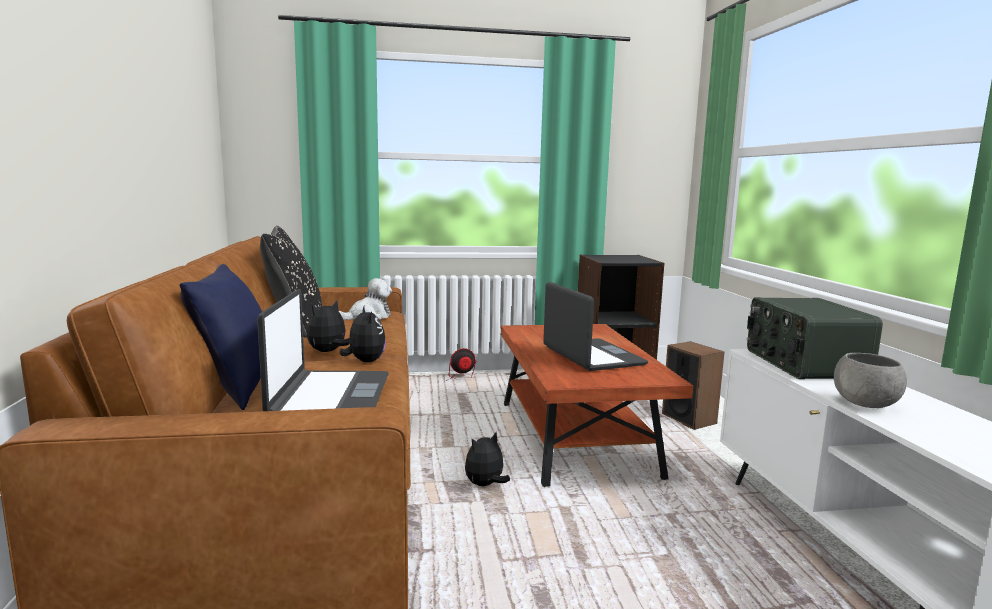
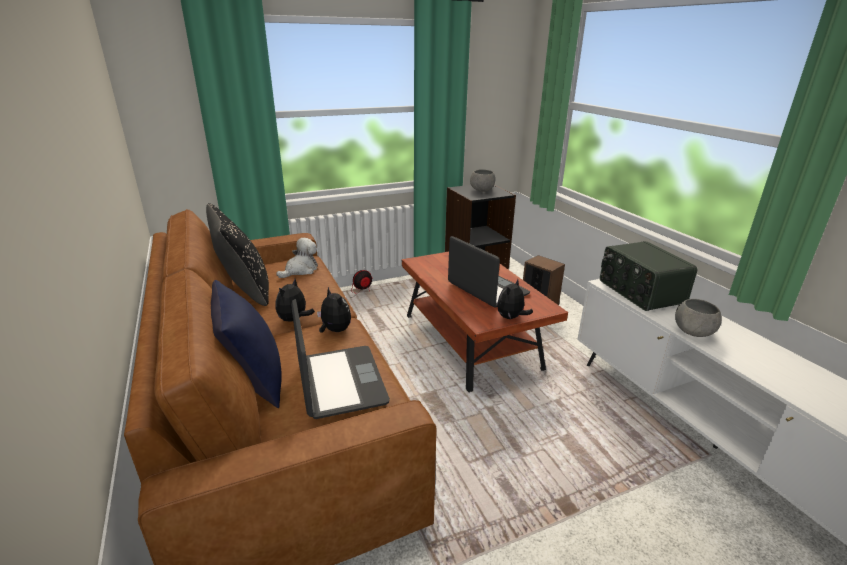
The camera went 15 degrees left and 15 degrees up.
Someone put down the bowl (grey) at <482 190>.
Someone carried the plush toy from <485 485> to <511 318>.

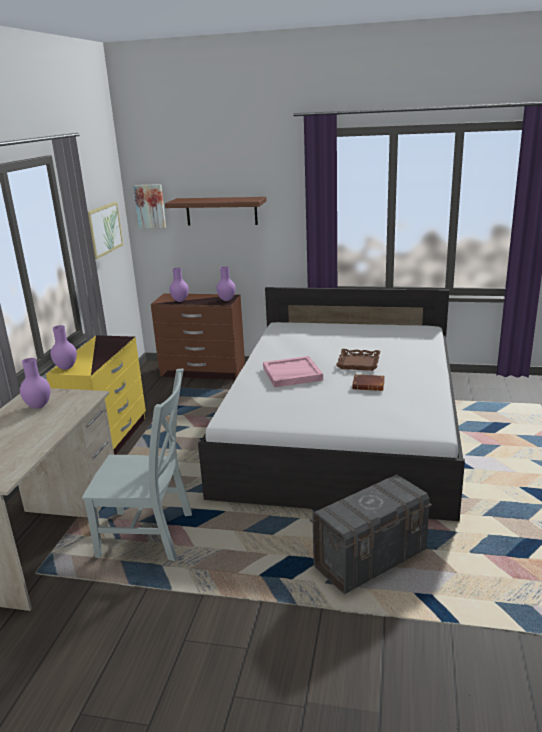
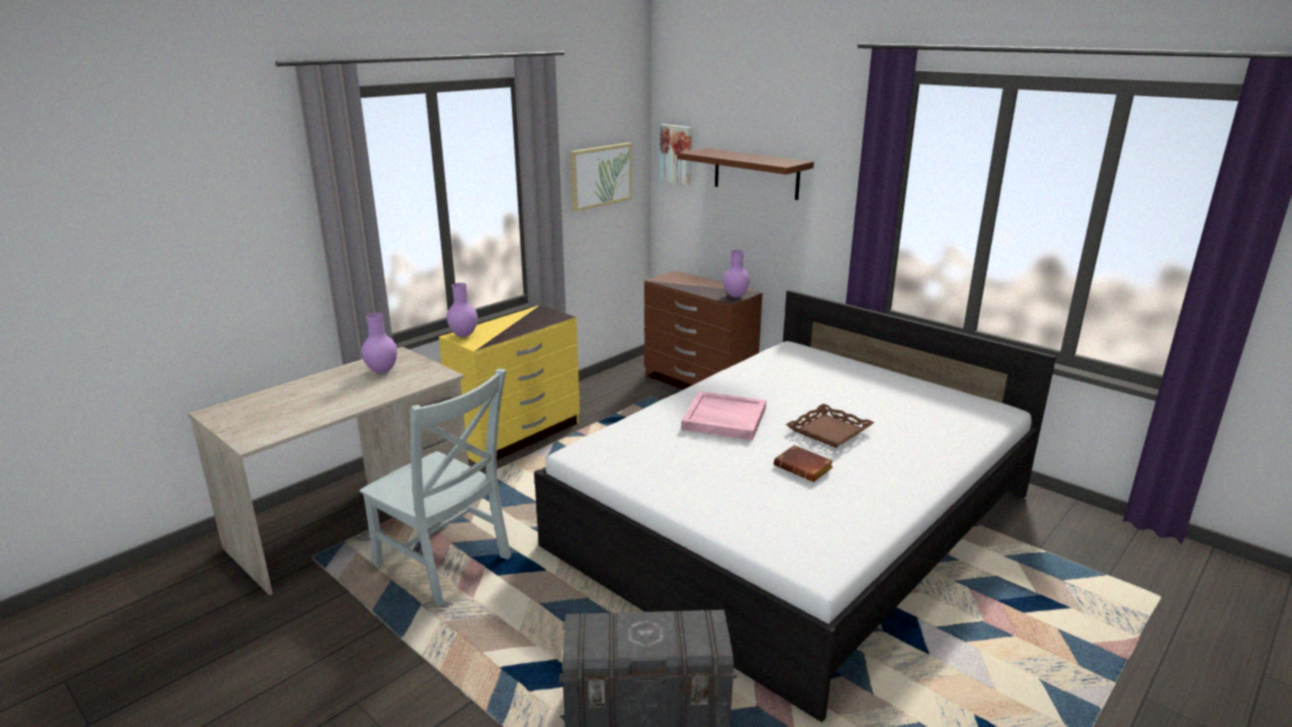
The camera went 30 degrees right and 0 degrees up.
Someone took away the vase (purple) at <180 301>.

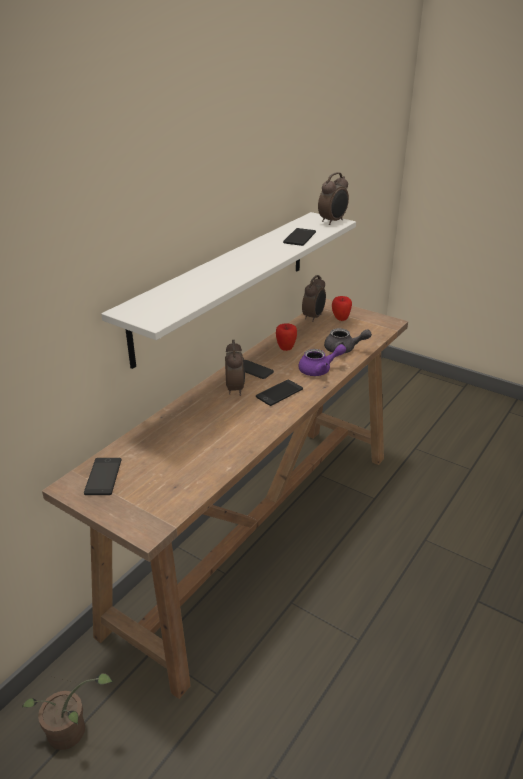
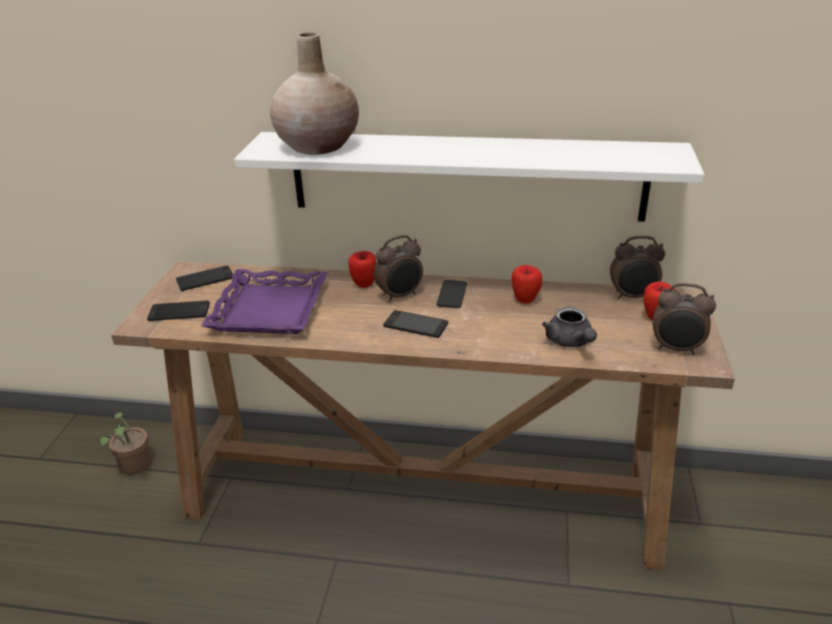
The camera went 65 degrees right and 0 degrees up.
Someone took away the teapot (purple) at <319 370>.
Someone put down the tray (purple) at <270 309>.
Someone put down the vase (beige) at <318 145>.
Someone put down the apple at <364 284>.
Someone carried the phone from <299 237> to <179 312>.
Someone carried the alarm clock from <333 221> to <676 349>.

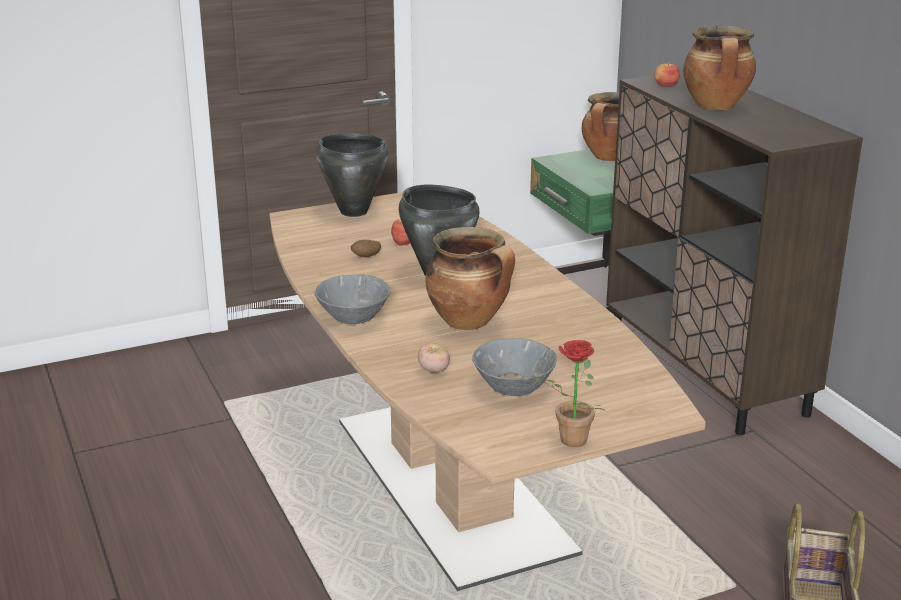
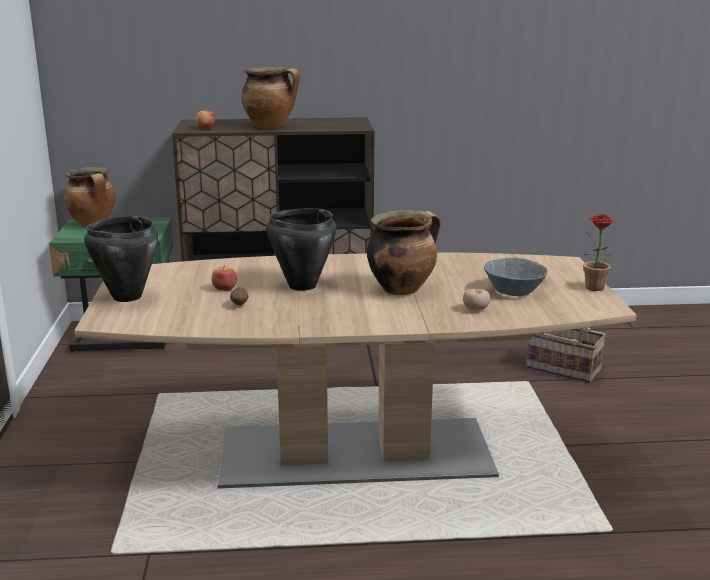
The camera went 70 degrees left and 5 degrees down.
Someone took away the bowl (grey) at <353 317>.

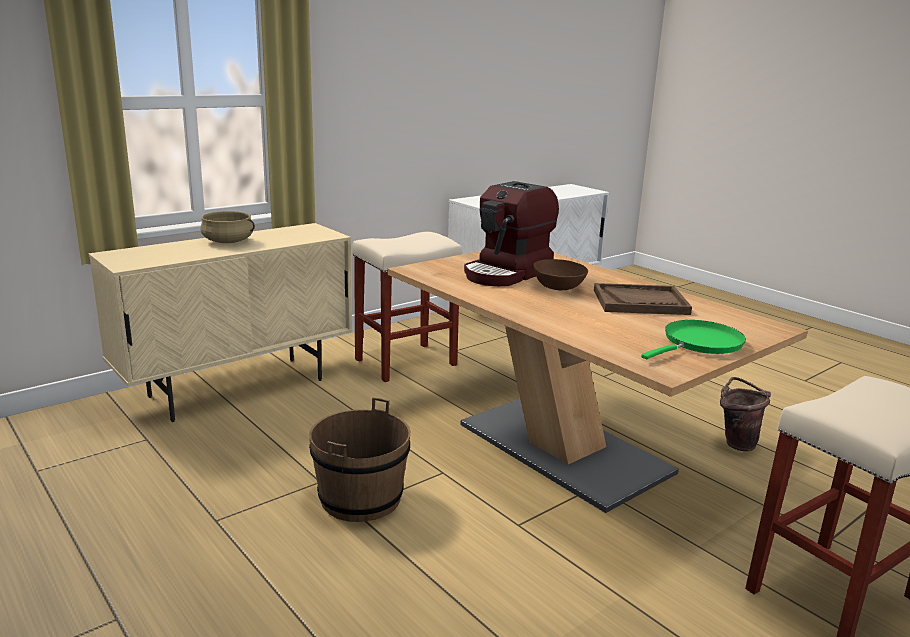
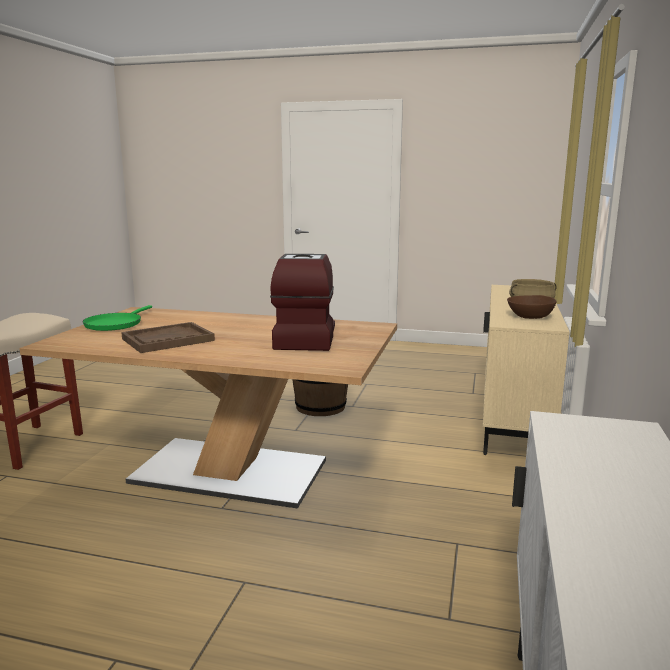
The camera went 145 degrees right and 5 degrees down.
Someone took away the stool (beige) at <406 362>.
Someone took away the bucket (brown) at <736 442>.
Someone carried the bowl (brown) from <559 287> to <530 317>.

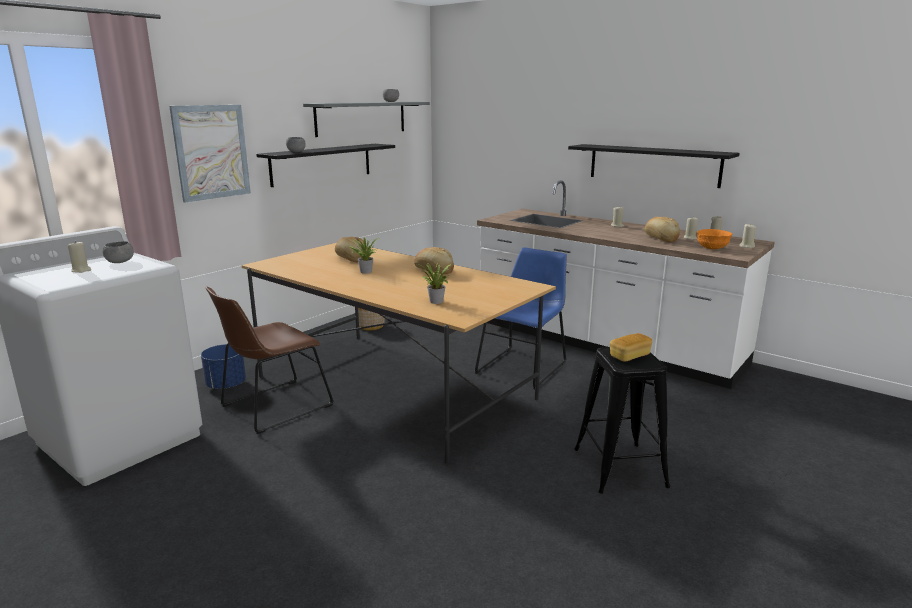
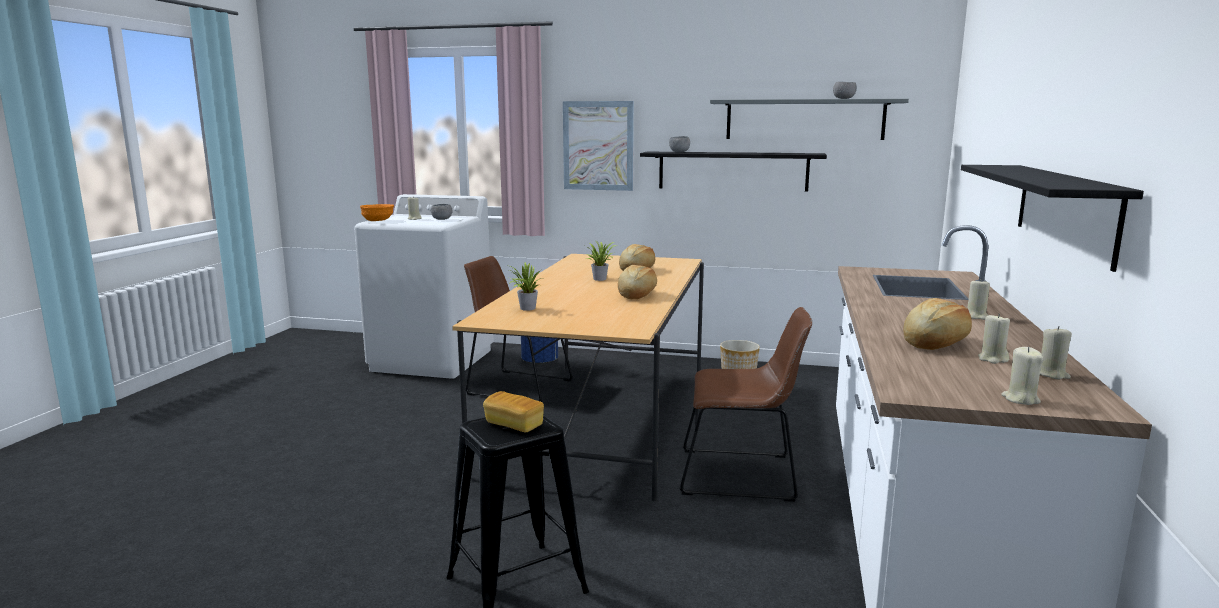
The camera went 65 degrees right and 5 degrees down.
Someone carried the bowl (orange) from <712 248> to <377 221>.
Someone repainted the chair (blue) at <523 366>, which became the chair (brown) at <743 475>.

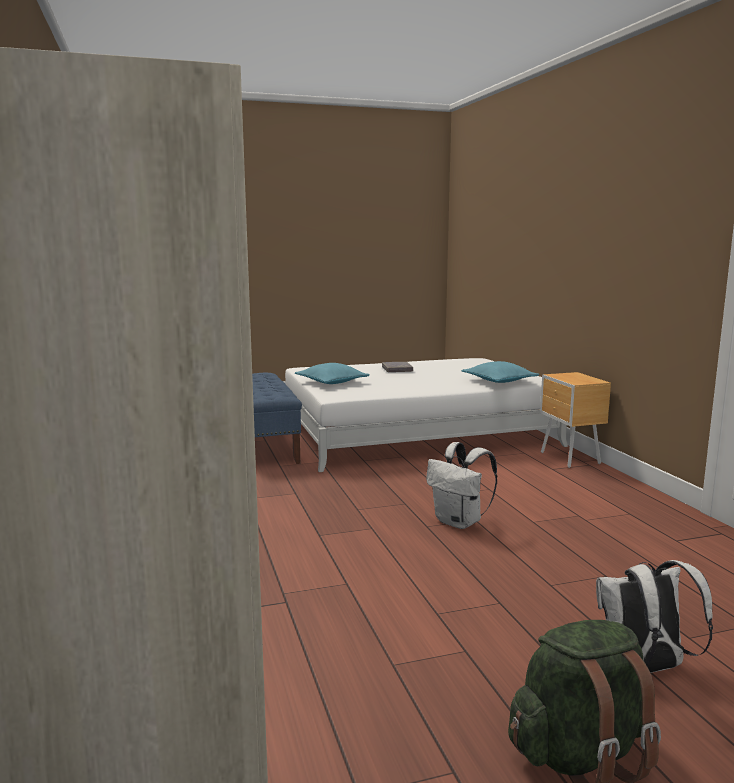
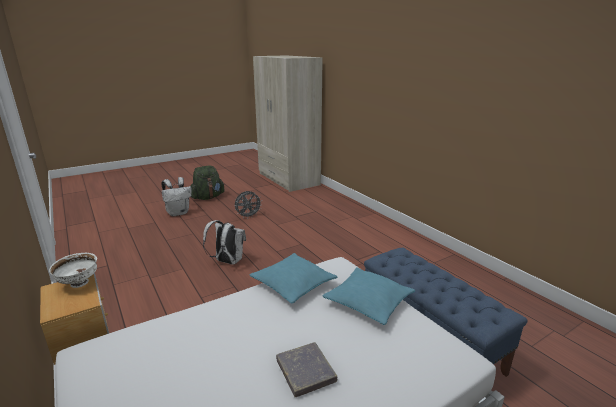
The camera went 165 degrees right and 10 degrees up.
Someone put down the bowl (white) at <79 283>.
Someone put down the fan (grey) at <248 216>.
Someone carried the pillow (turquoise) from <499 381> to <293 284>.

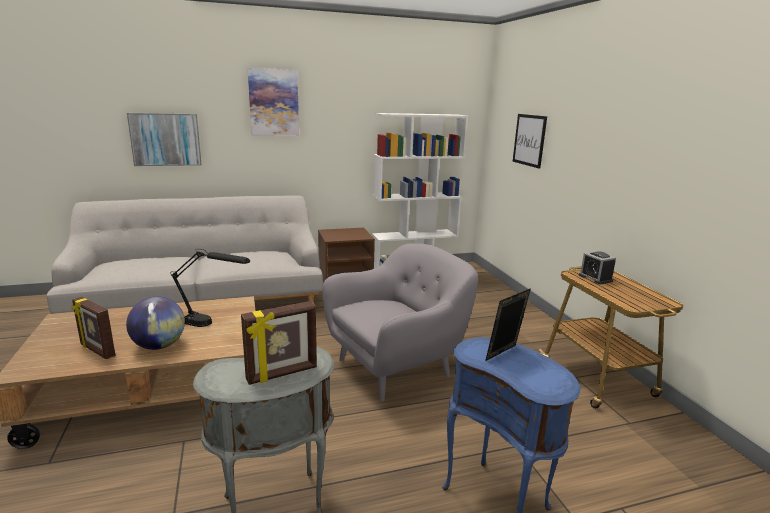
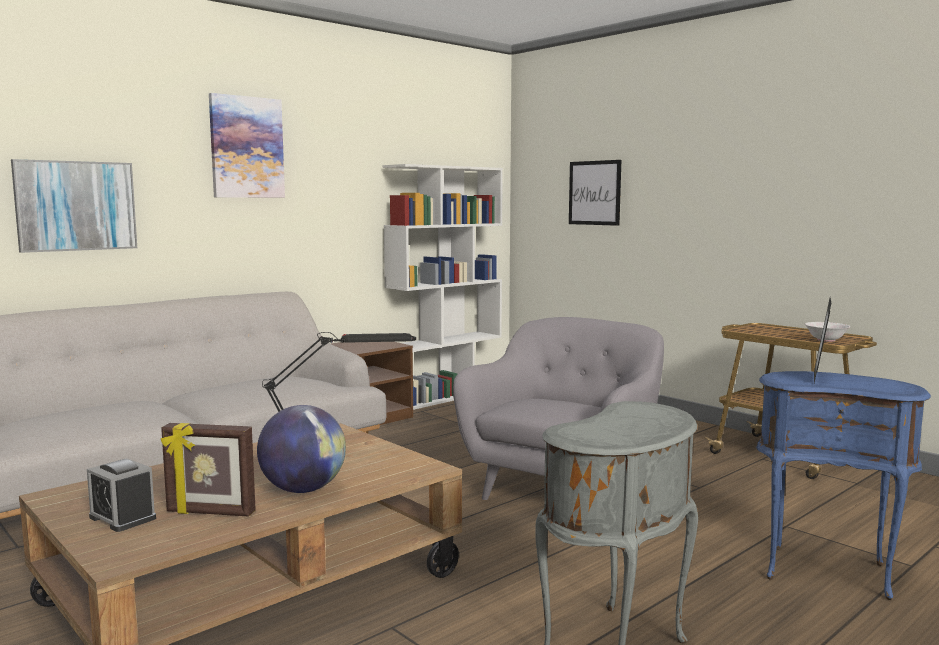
The camera went 25 degrees left and 10 degrees down.
Someone took away the picture frame at <282 374>.
Someone put down the bowl (white) at <825 340>.
Someone carried the alarm clock from <595 278> to <122 518>.

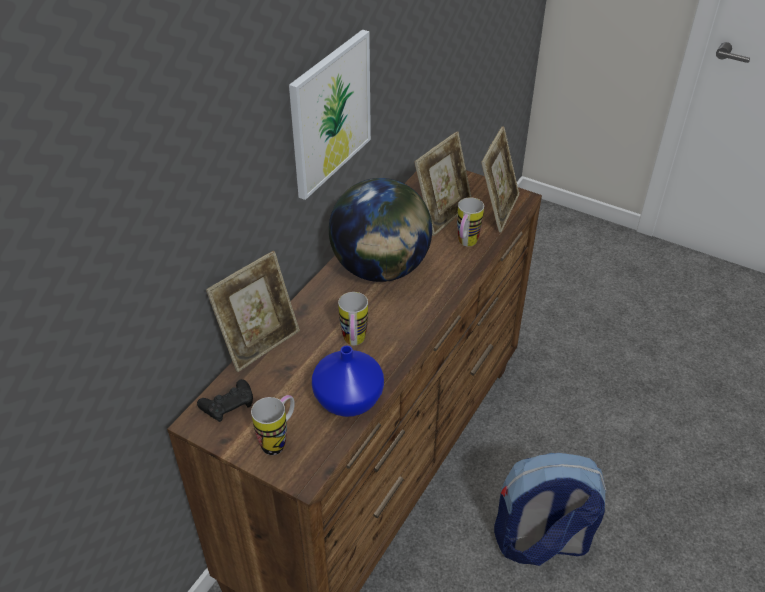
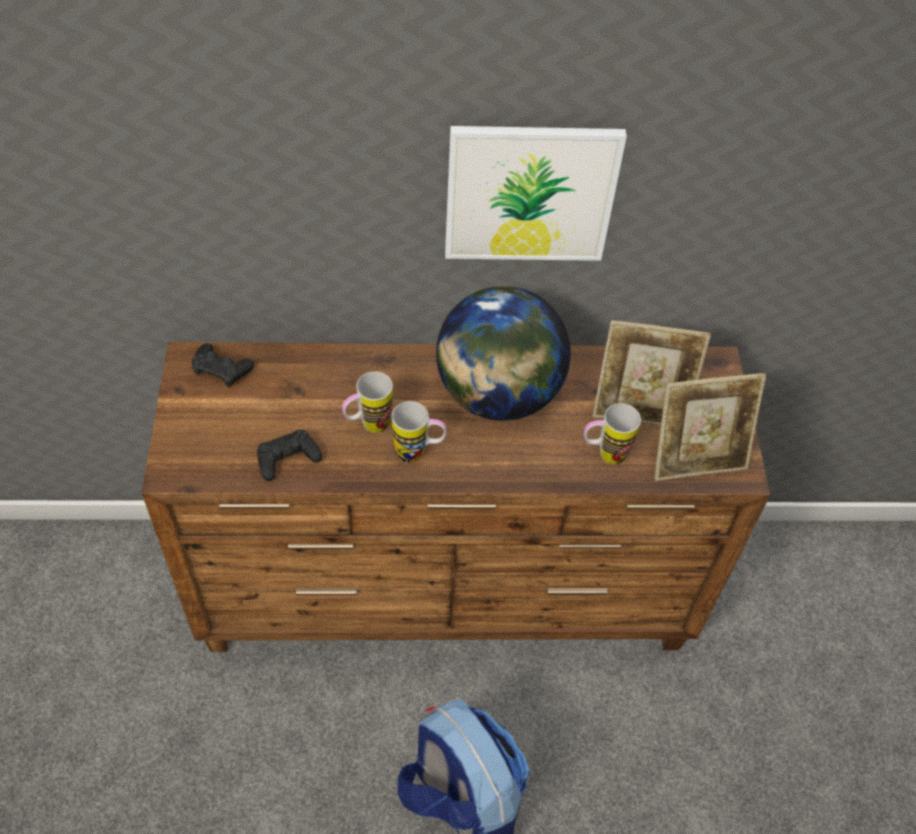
The camera went 55 degrees right and 10 degrees up.
Someone took away the picture frame at <260 343>.
Someone carried the mug from <279 440> to <418 453>.
Someone swapped the vase (blue) at <347 399> for the game controller (black) at <287 458>.

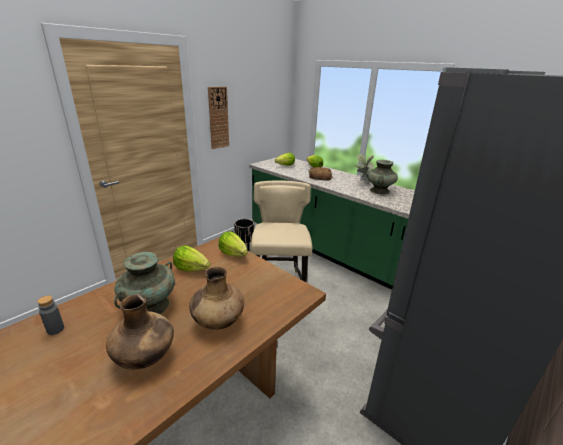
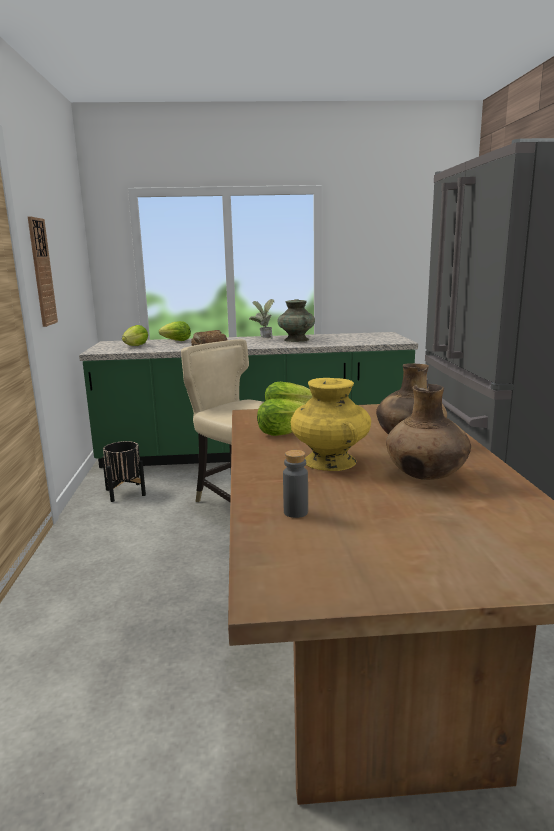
The camera went 45 degrees left and 10 degrees down.
Someone repainted the vase (turquoise) at <150 306>, which became the vase (yellow) at <329 461>.

